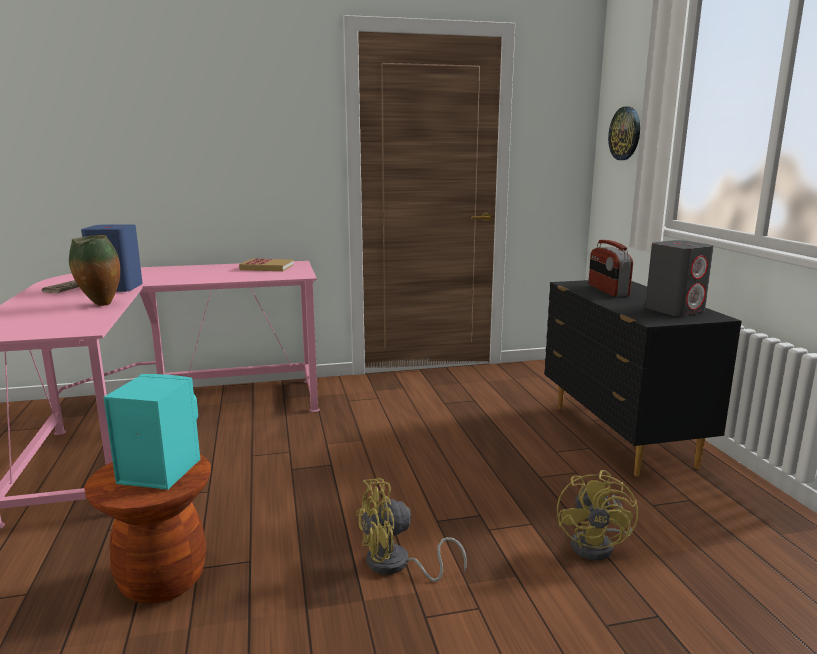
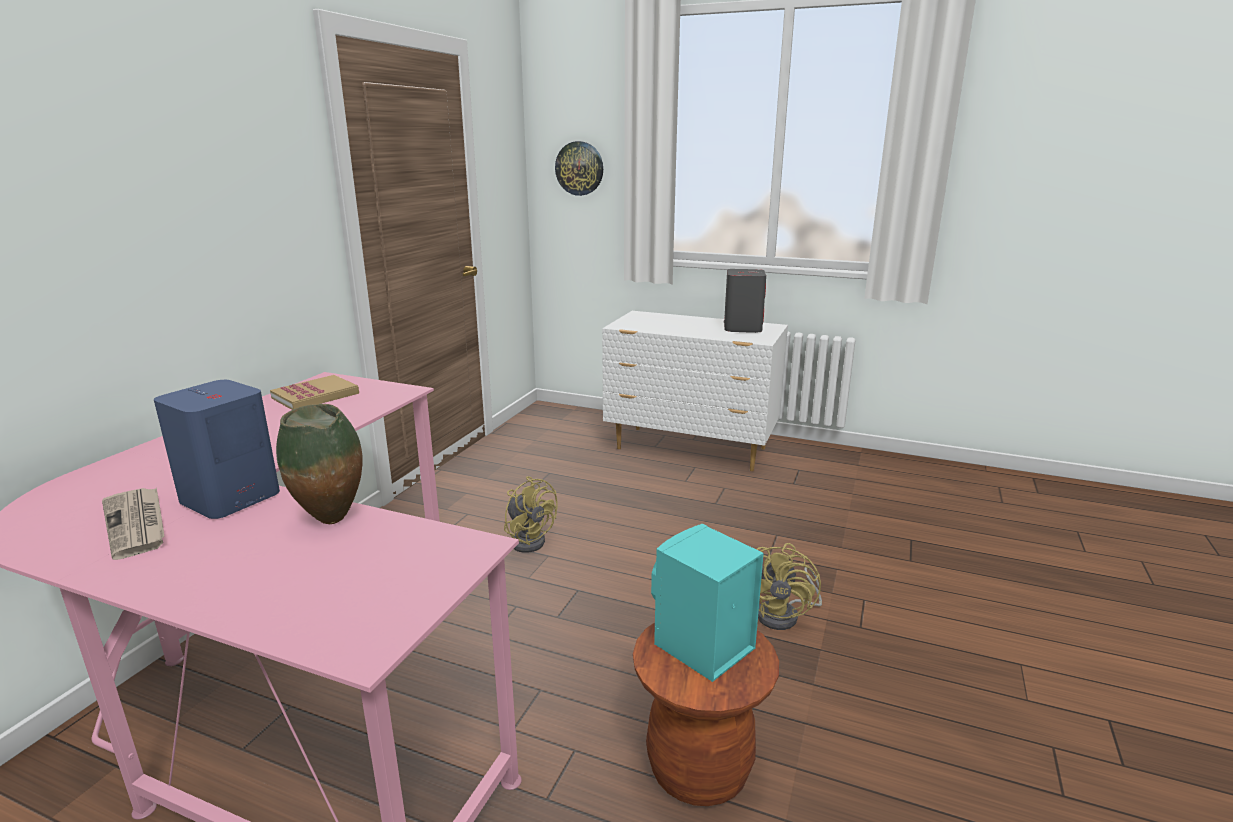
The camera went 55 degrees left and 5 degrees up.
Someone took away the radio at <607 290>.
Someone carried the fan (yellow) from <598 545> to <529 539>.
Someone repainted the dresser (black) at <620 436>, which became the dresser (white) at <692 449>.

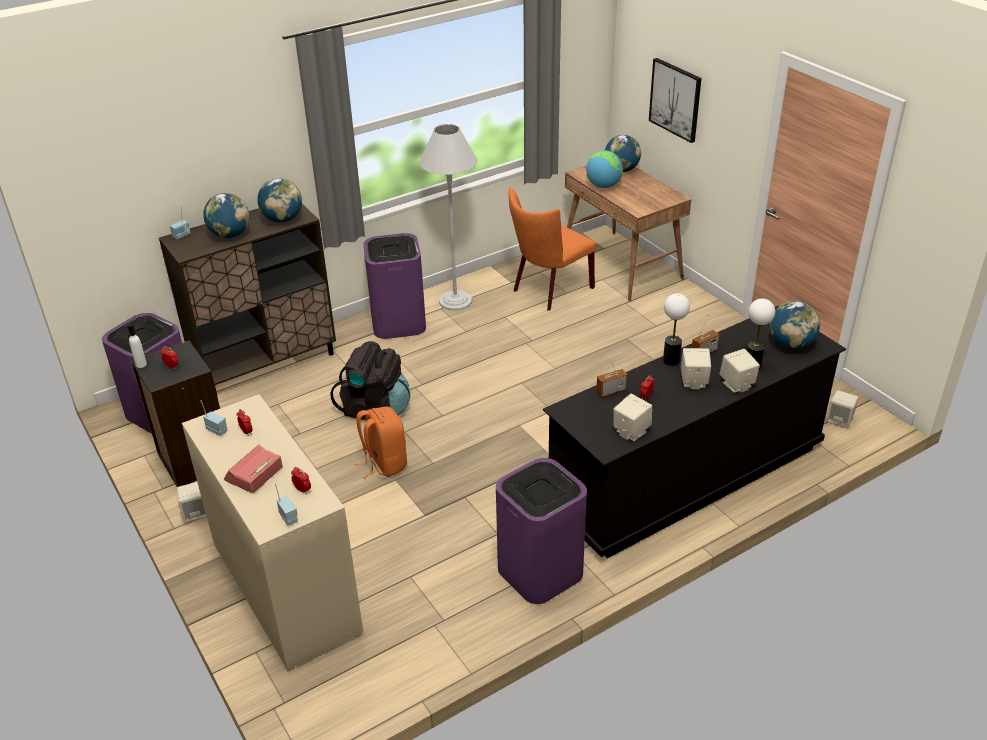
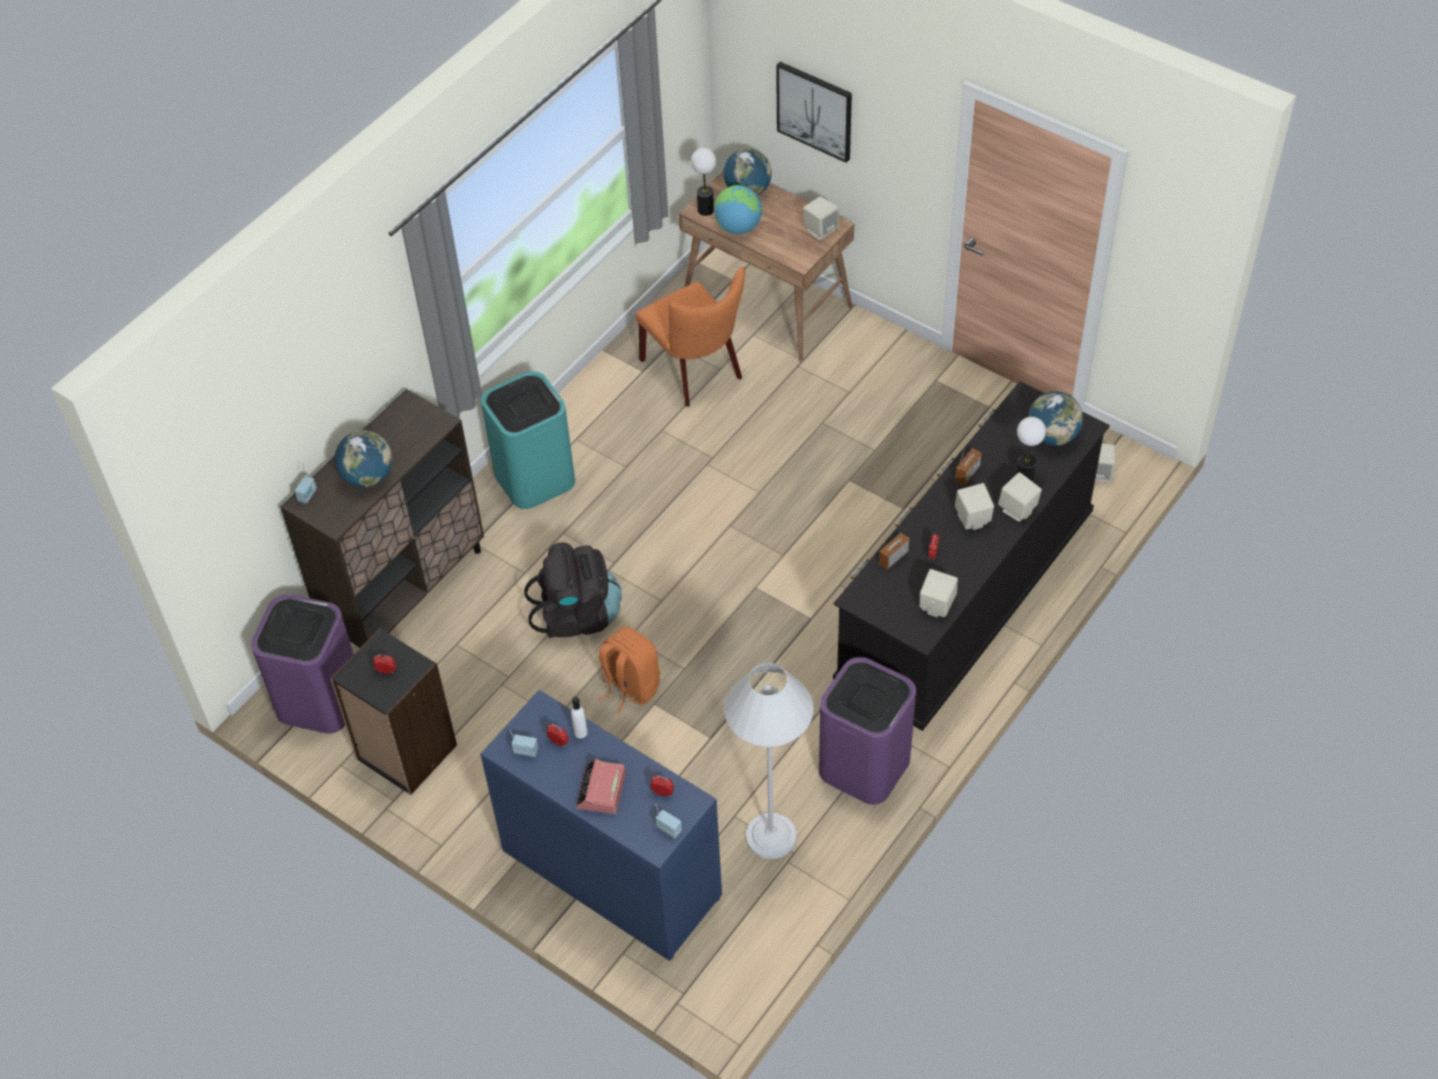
The camera went 20 degrees left and 15 degrees up.
Someone took away the globe at <283 219>.
Someone carried the bottle (white) from <141 364> to <580 732>.
Someone carried the speaker (beige) from <196 513> to <820 230>.
Someone carried the floor lamp (white) from <455 301> to <770 836>.
Someone carried the table lamp from <671 361> to <706 210>.
Someone repainted the dresser (beige) at <285 589>, which became the dresser (blue) at <611 874>.
Someone repainted the trash can (purple) at <399 322>, which became the trash can (turquoise) at <535 477>.
Someone rotated the chair (orange) at <549 290> by 60 degrees counterclockwise.

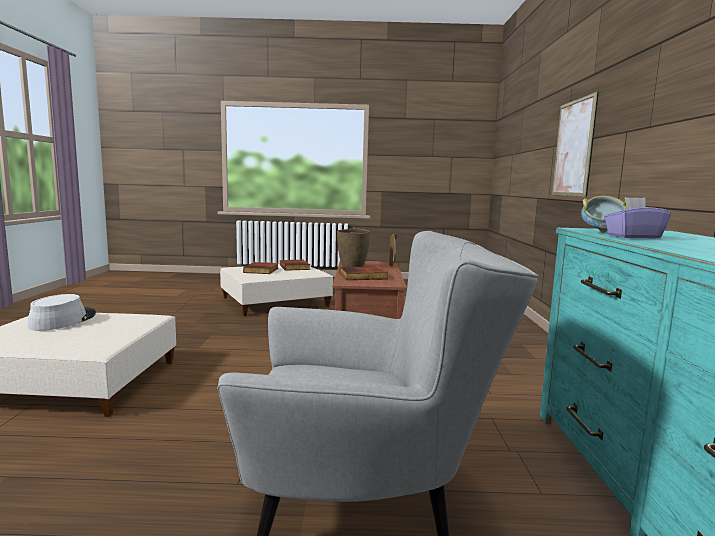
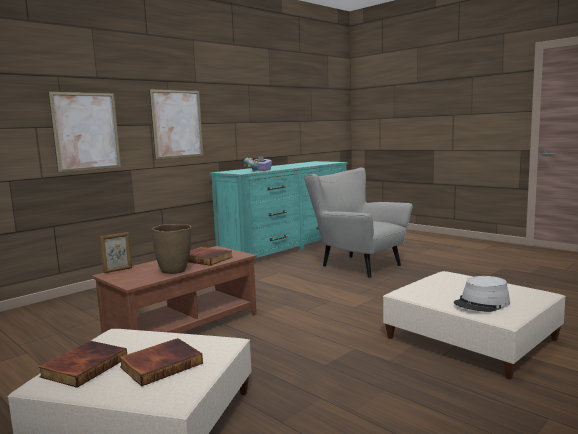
The camera went 135 degrees left and 0 degrees up.
Someone put up the picture at <177 124>.

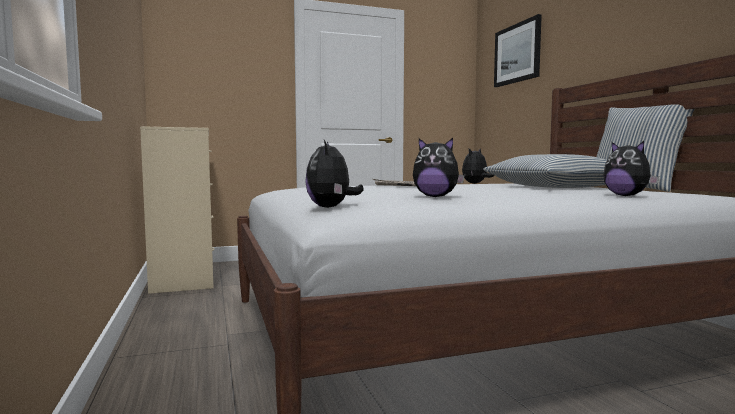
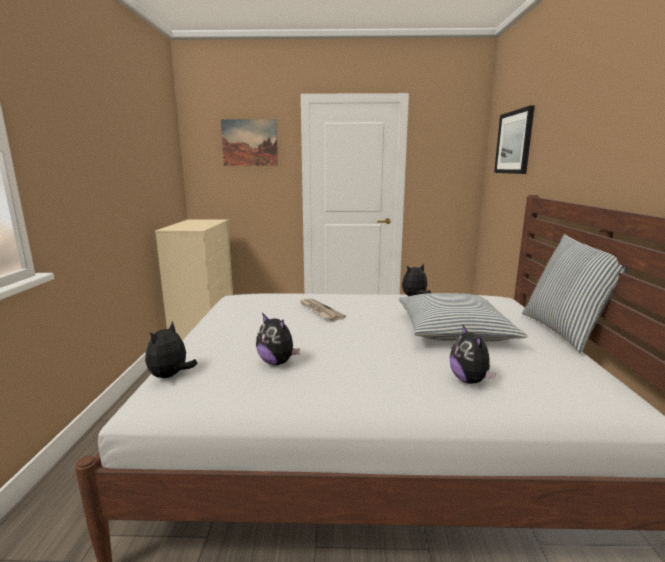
The camera went 20 degrees right and 10 degrees up.
Someone put up the picture at <249 142>.

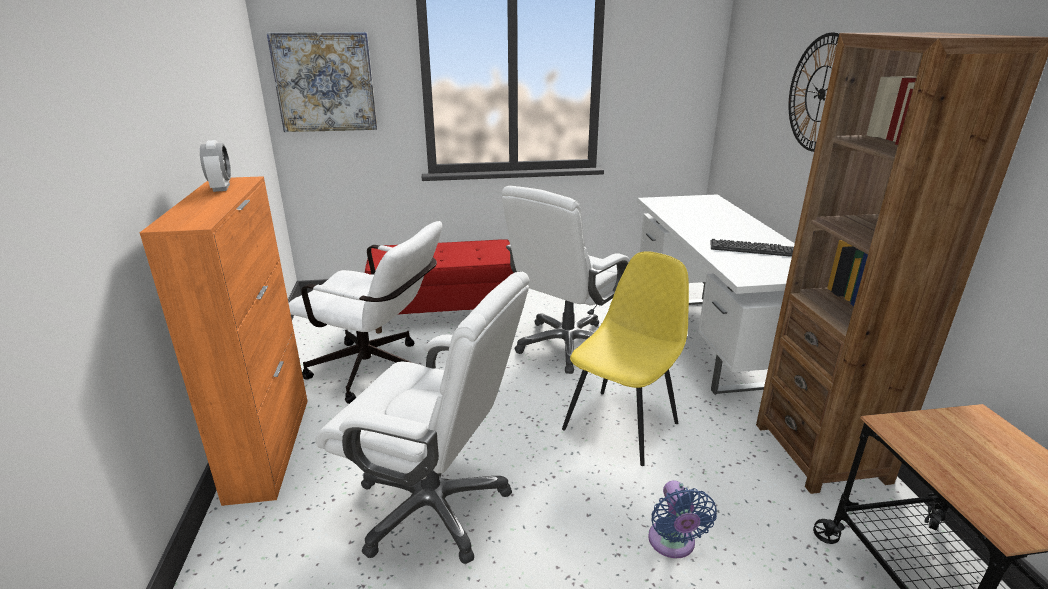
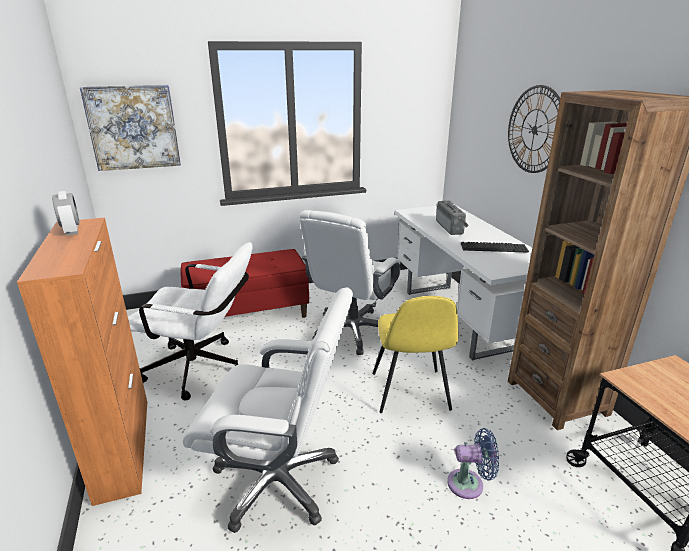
The camera went 10 degrees left and 0 degrees up.
Someone put down the radio at <451 227>.
Someone rotated the chair (yellow) at <622 424> by 150 degrees clockwise.
Someone rotated the fan (blue) at <672 544> by 75 degrees counterclockwise.

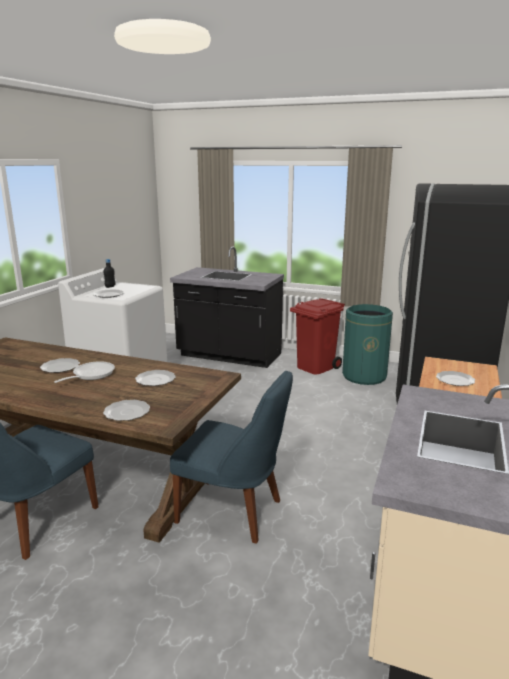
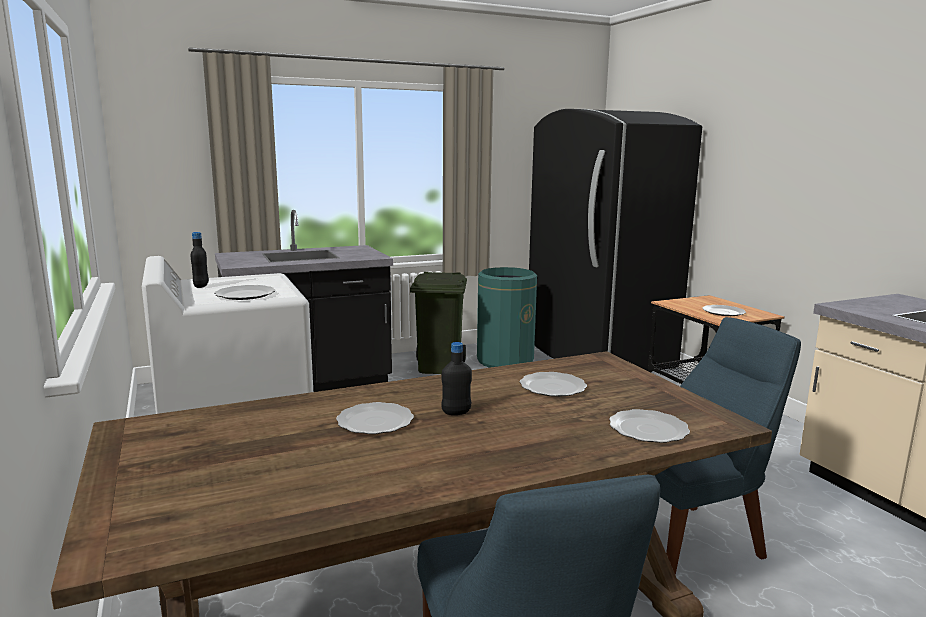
The camera went 45 degrees left and 5 degrees down.
Someone swapped the frying pan at <90 375> for the bottle (black) at <456 413>.
Someone repainted the trash can (red) at <315 367>, which became the trash can (green) at <438 366>.

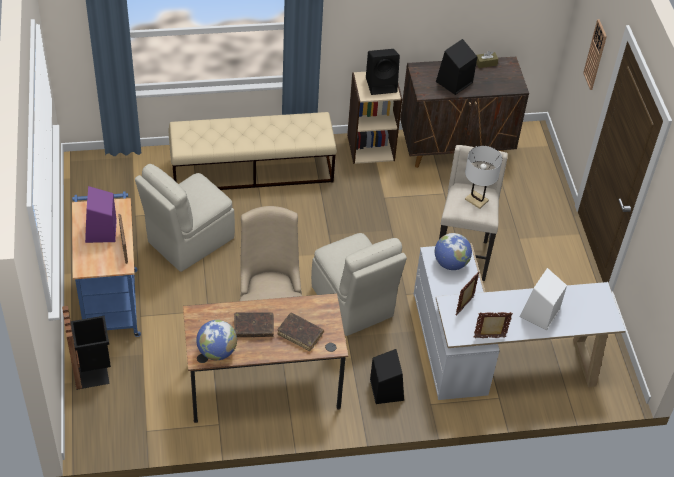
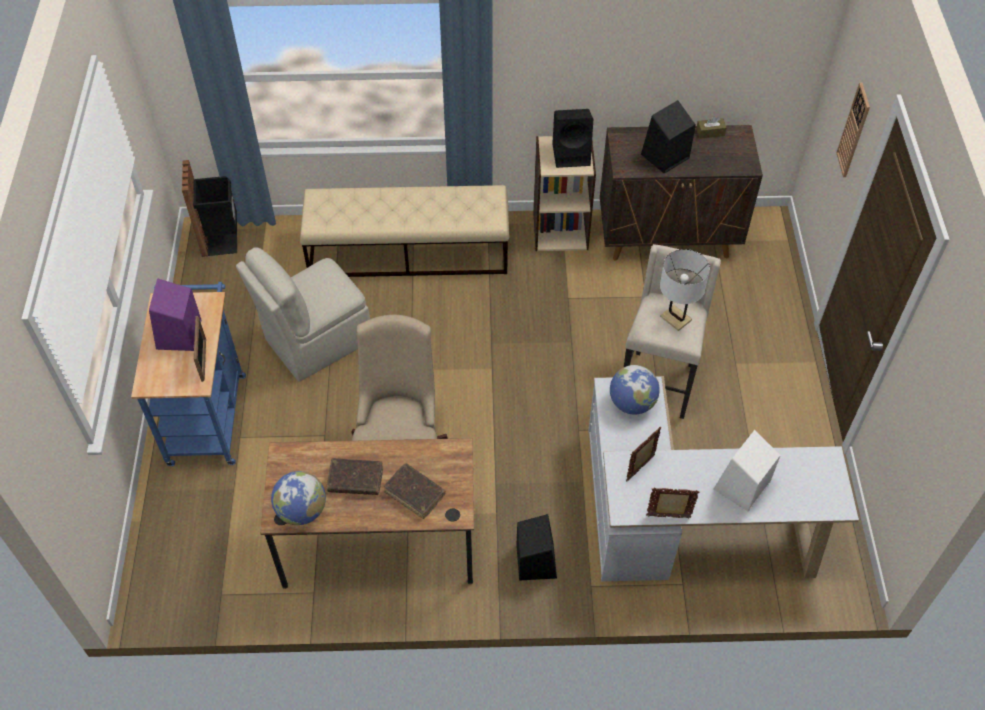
The camera went 10 degrees right and 5 degrees up.
Someone took away the chair (beige) at <353 303>.
Someone carried the trash can (black) from <92 370> to <221 239>.

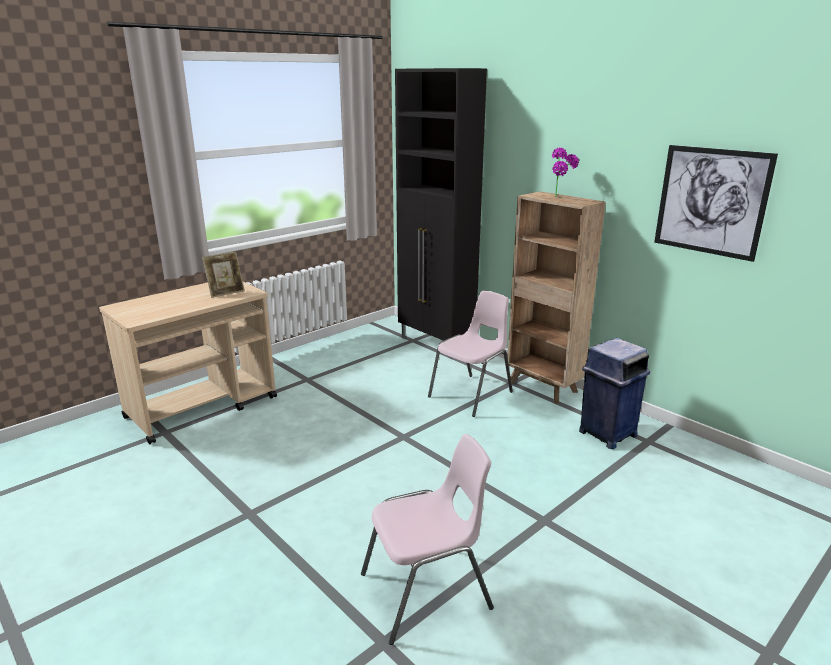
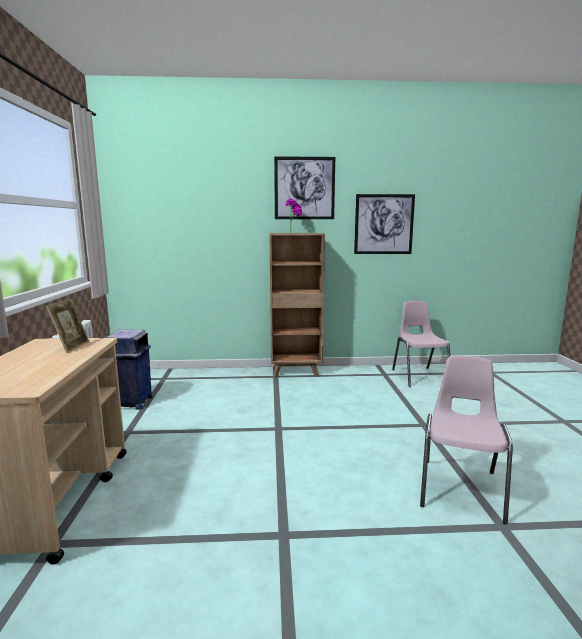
The camera went 50 degrees left and 10 degrees down.
Someone took away the cabinet (black) at <436 344>.
Someone put up the picture at <304 188>.
Someone carried the chair (pink) from <472 394> to <419 376>.
Someone carried the trash can (blue) from <606 434> to <131 403>.

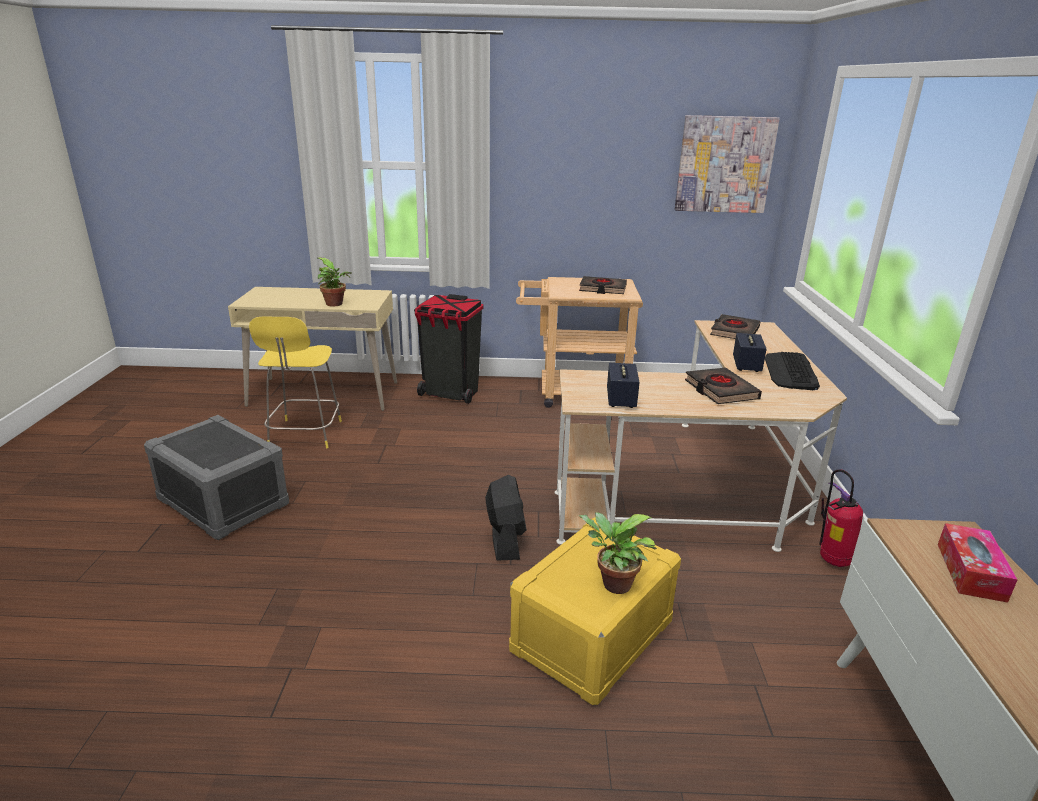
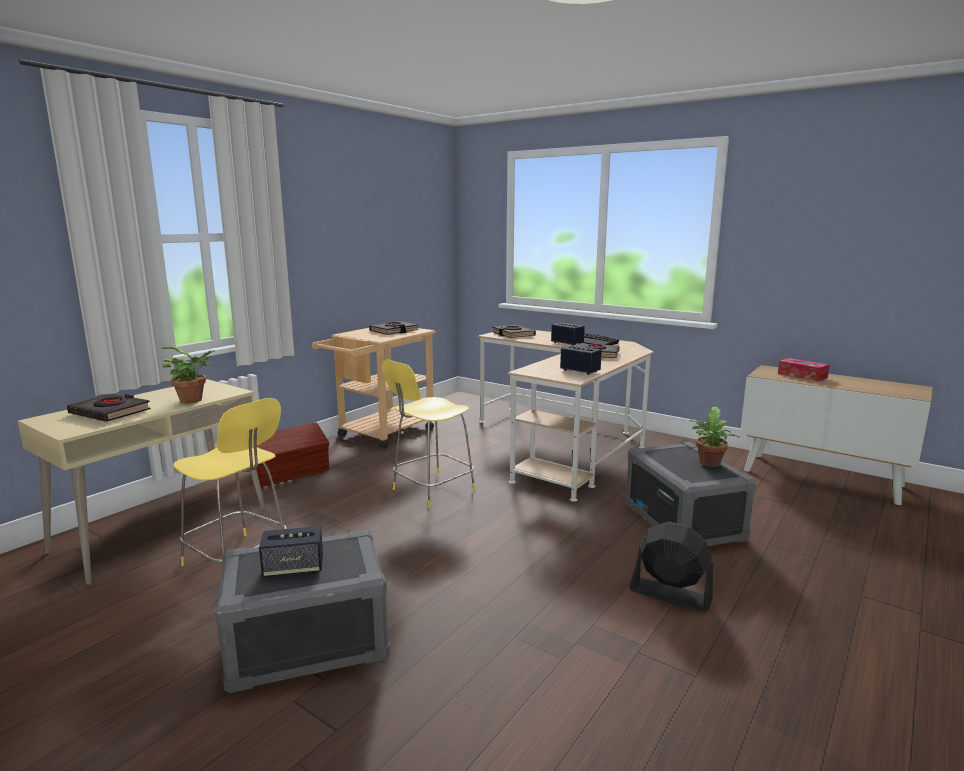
The camera went 55 degrees left and 10 degrees down.
Someone took away the picture at <724 165>.
Someone took away the fire extinguisher at <832 560>.
Someone put down the book (black) at <110 412>.
Someone put down the speaker at <293 569>.
Someone put down the stool (yellow) at <431 490>.
Someone carried the fan (black) from <505 539> to <670 594>.
Someone swapped the trash can (black) at <451 394> for the storage box (brown) at <291 473>.
Someone repainted the storage box (yellow) at <592 637>, which became the storage box (grey) at <684 522>.

